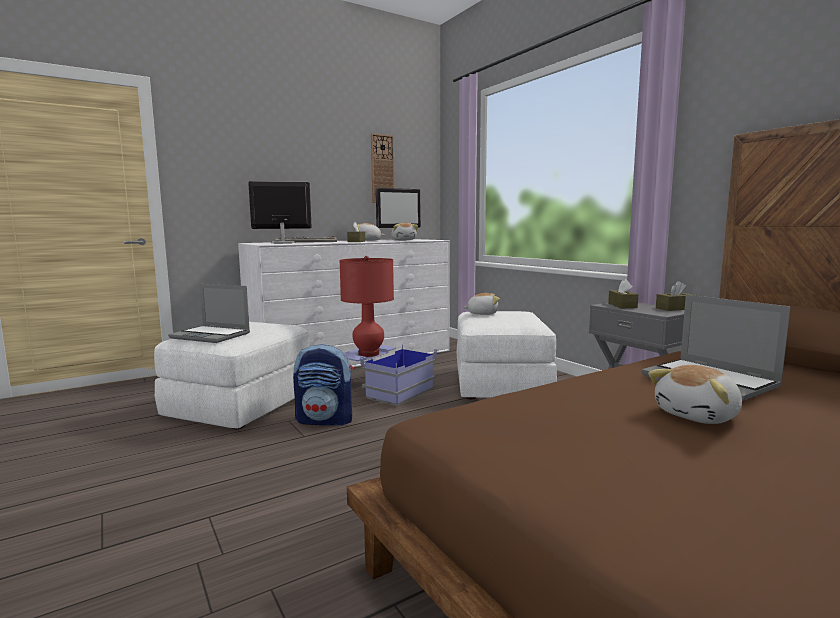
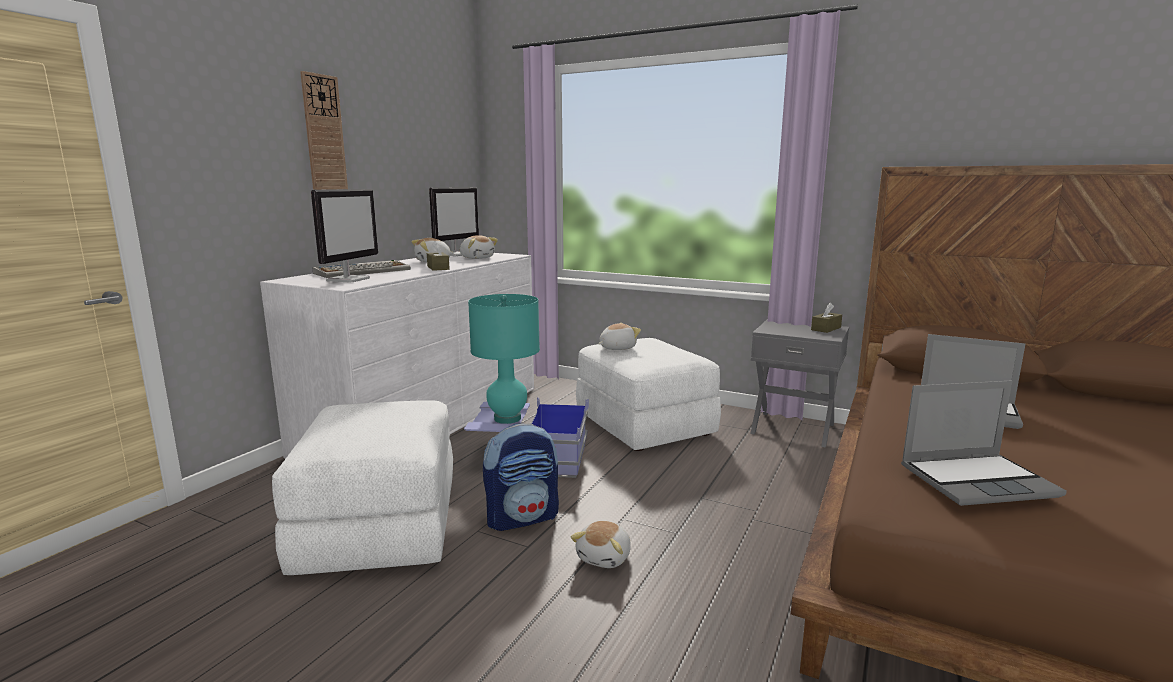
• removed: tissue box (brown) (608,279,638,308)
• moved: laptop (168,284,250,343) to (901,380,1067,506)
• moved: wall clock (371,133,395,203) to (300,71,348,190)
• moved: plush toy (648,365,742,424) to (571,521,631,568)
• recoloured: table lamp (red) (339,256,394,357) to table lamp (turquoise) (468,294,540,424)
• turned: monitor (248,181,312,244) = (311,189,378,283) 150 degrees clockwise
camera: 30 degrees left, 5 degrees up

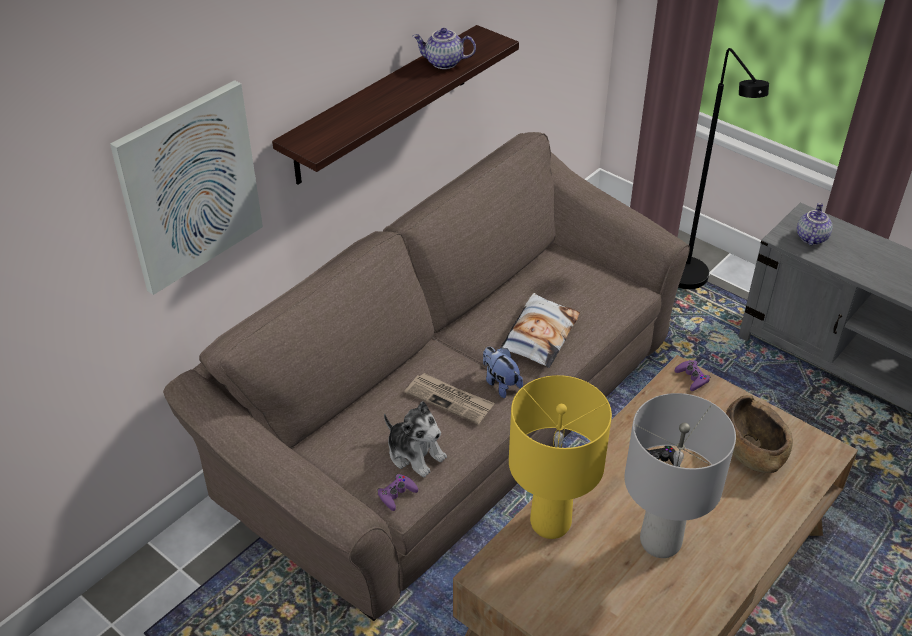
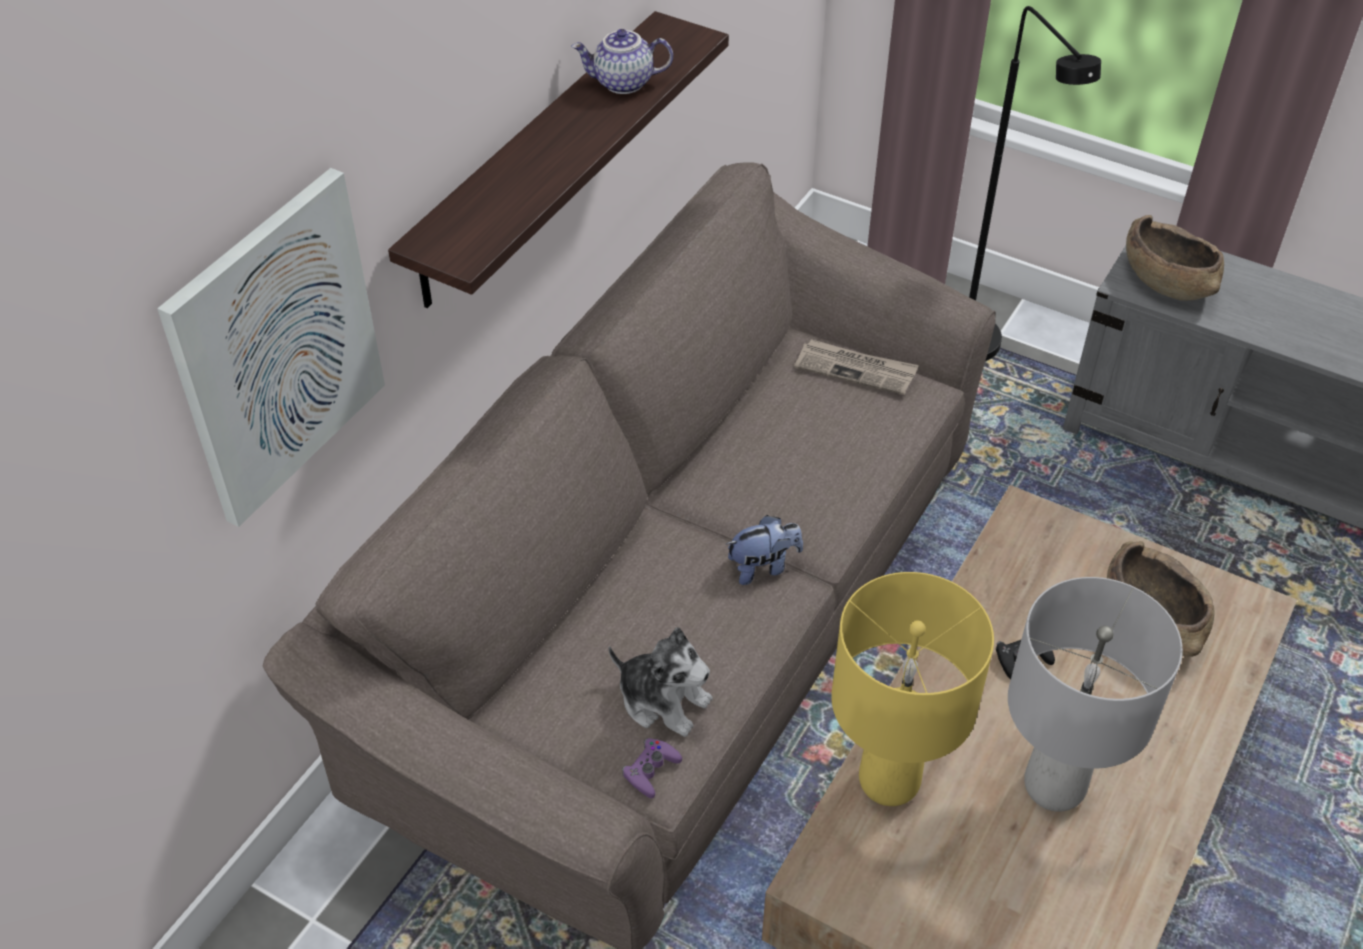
• removed: pillow (500,293,580,368)
• removed: game controller (purple) (675,360,711,391)
• moved: newspaper (404,373,495,424) to (794,339,919,395)
• replaced: teapot (797,203,832,245) to bowl (brown) (1126,215,1224,301)
• turned: plush toy (483,347,523,398) = (726,515,803,585) 120 degrees clockwise
camera: 10 degrees left, 5 degrees up

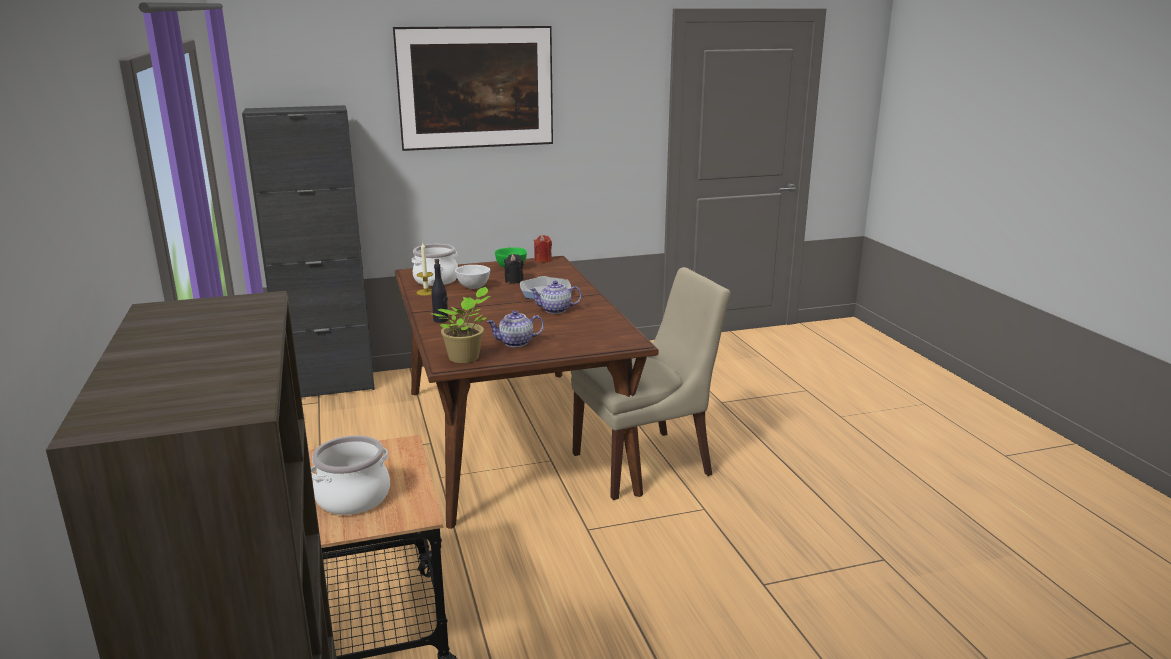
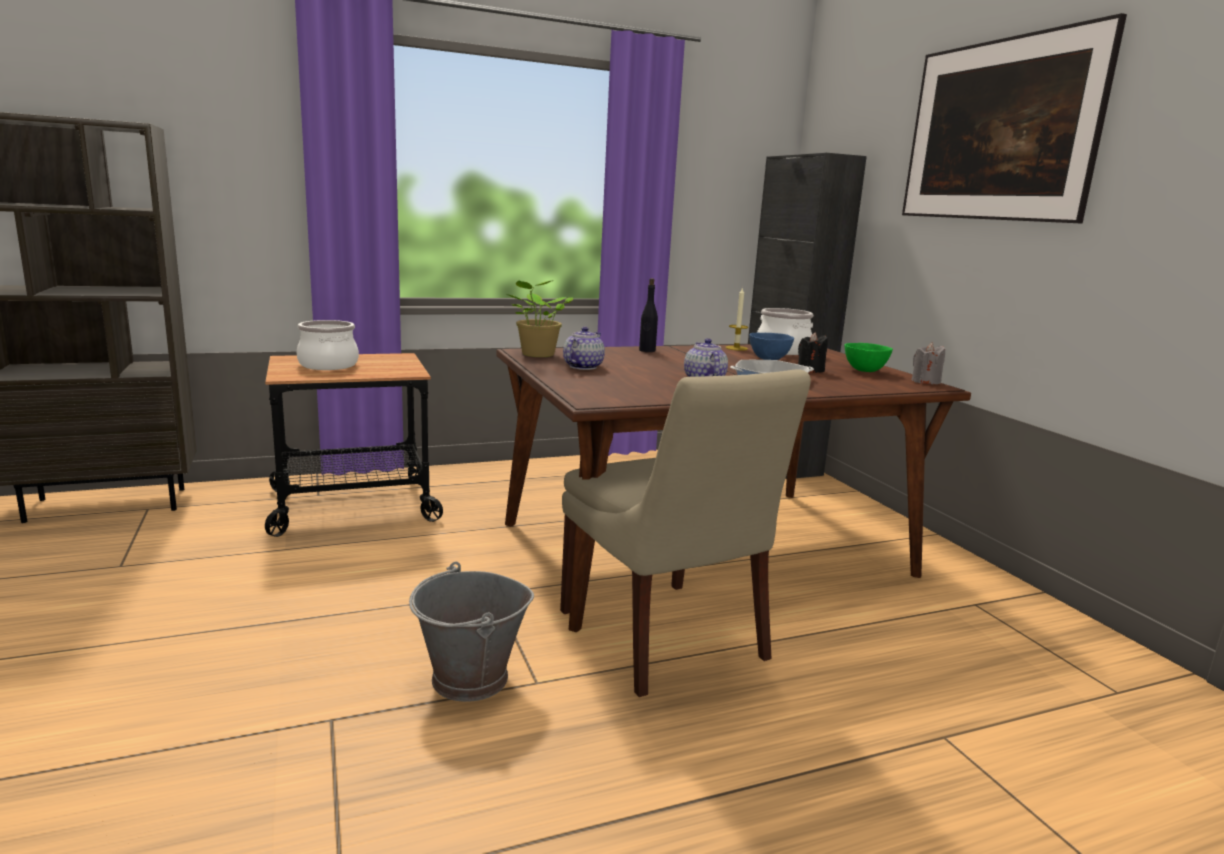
• added: bucket (grey) (409,562,534,702)
• recoloured: bowl (white) (455,265,490,289) to bowl (blue) (749,333,794,360)
• recoloured: candle (red) (534,235,552,262) to candle (grey) (912,343,945,384)
• turned: teapot (487,311,544,347) = (563,327,605,370) 45 degrees clockwise
camera: 85 degrees right, 5 degrees down

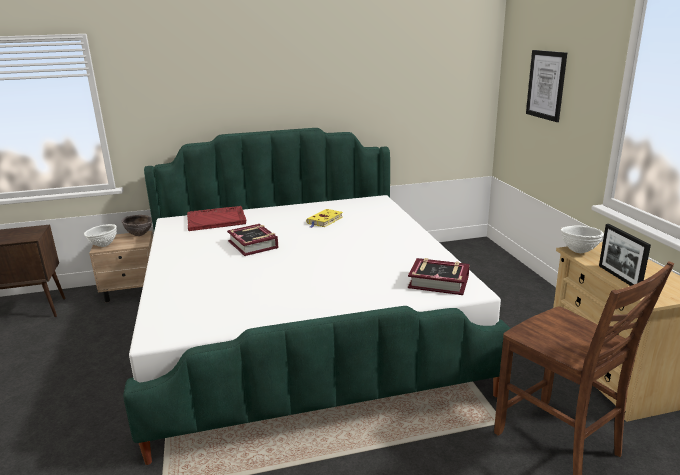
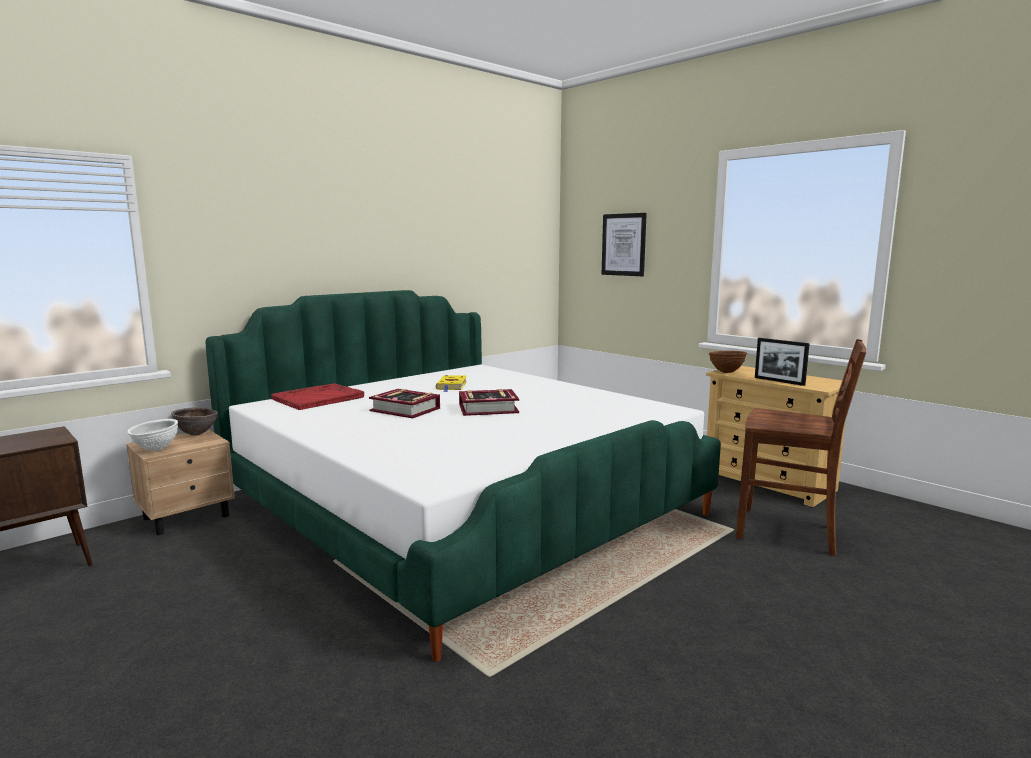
• moved: book (408,258,470,295) to (459,389,519,416)
• recoloured: bowl (white) (560,225,604,253) to bowl (brown) (709,351,747,373)
camera: 30 degrees left, 10 degrees down

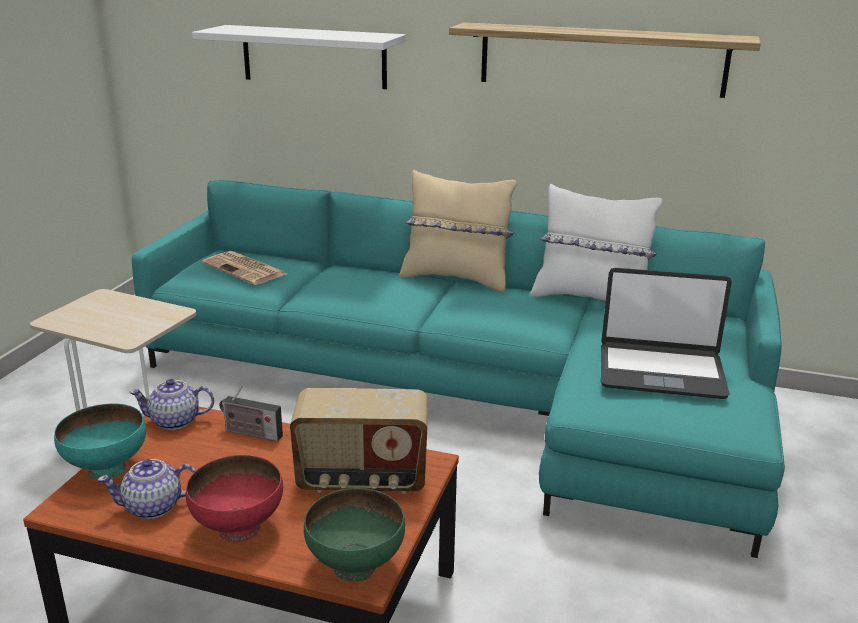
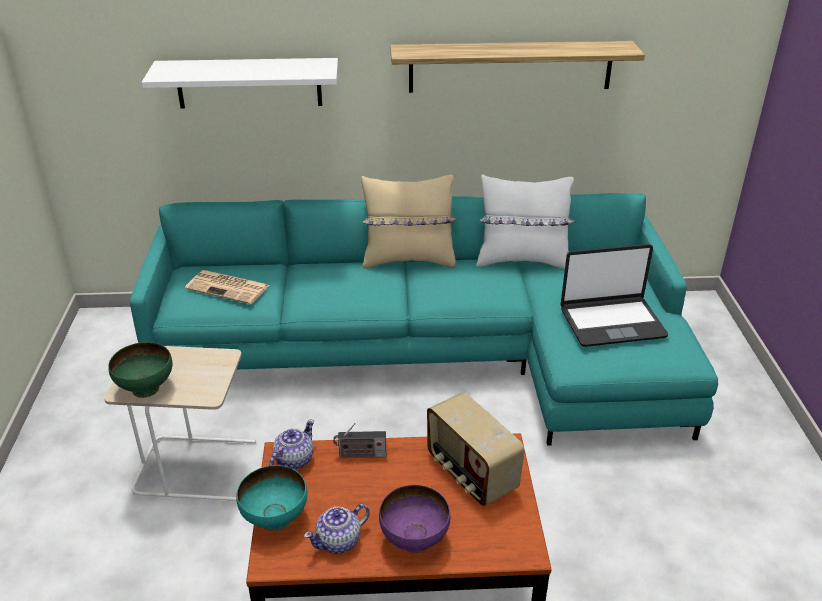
• moved: bowl (green) (304,488,405,582) to (108,342,172,398)
• recoloured: bowl (red) (186,455,283,542) to bowl (purple) (379,485,450,553)
• turned: teapot (129,379,214,430) = (269,419,314,470) 150 degrees clockwise
• turned: radio (290,388,428,494) = (427,392,525,506) 75 degrees clockwise
camera: 20 degrees left, 10 degrees up

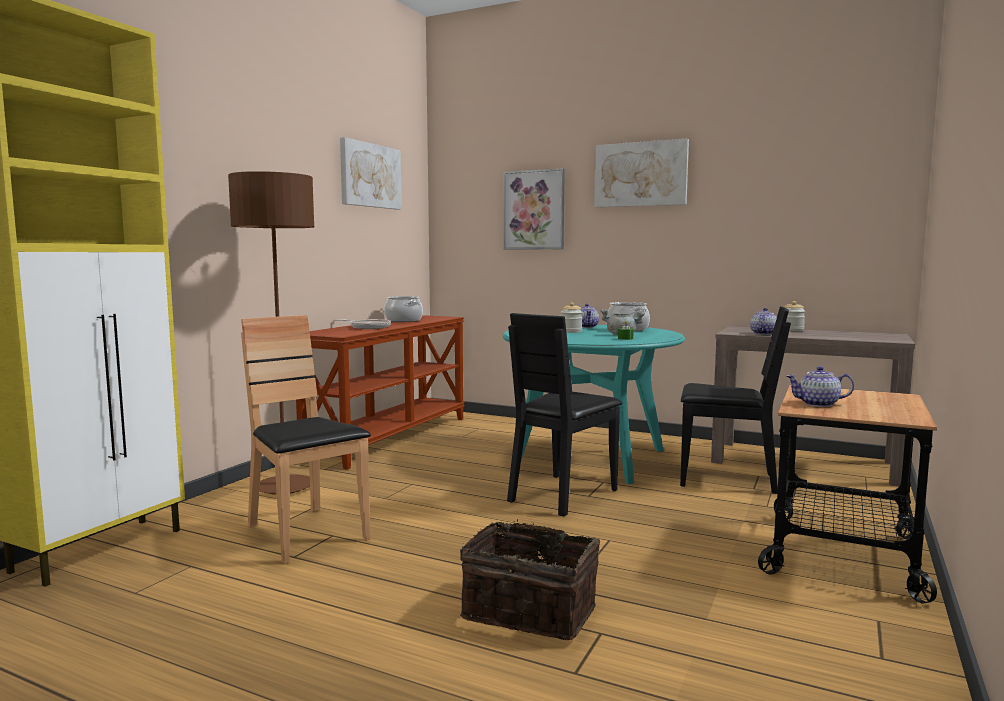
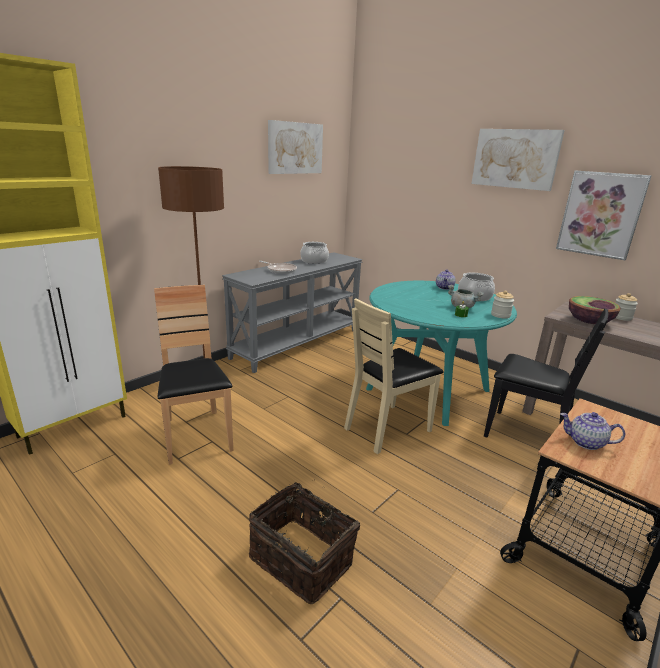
• moved: picture (503,168,565,249) to (556,171,652,260)
• moved: jar (561,302,583,333) to (491,291,514,318)
• replaced: teapot (750,308,777,335) to bowl (569,296,621,324)
• recoloured: console table (brown) (296,315,465,470) to console table (grey) (222,252,363,373)
• recoloured: chair (black) (507,313,623,516) to chair (beige) (344,298,444,454)
camera: 15 degrees right, 15 degrees up

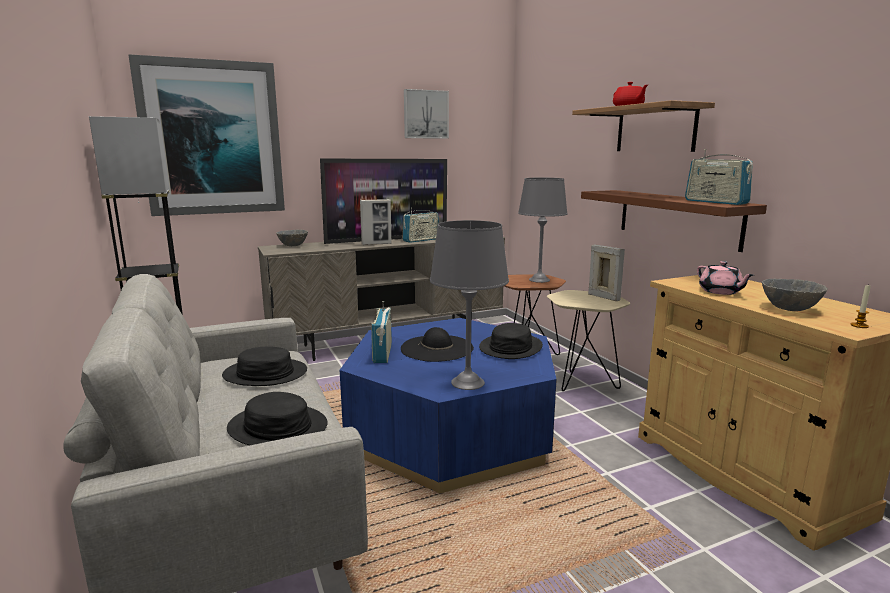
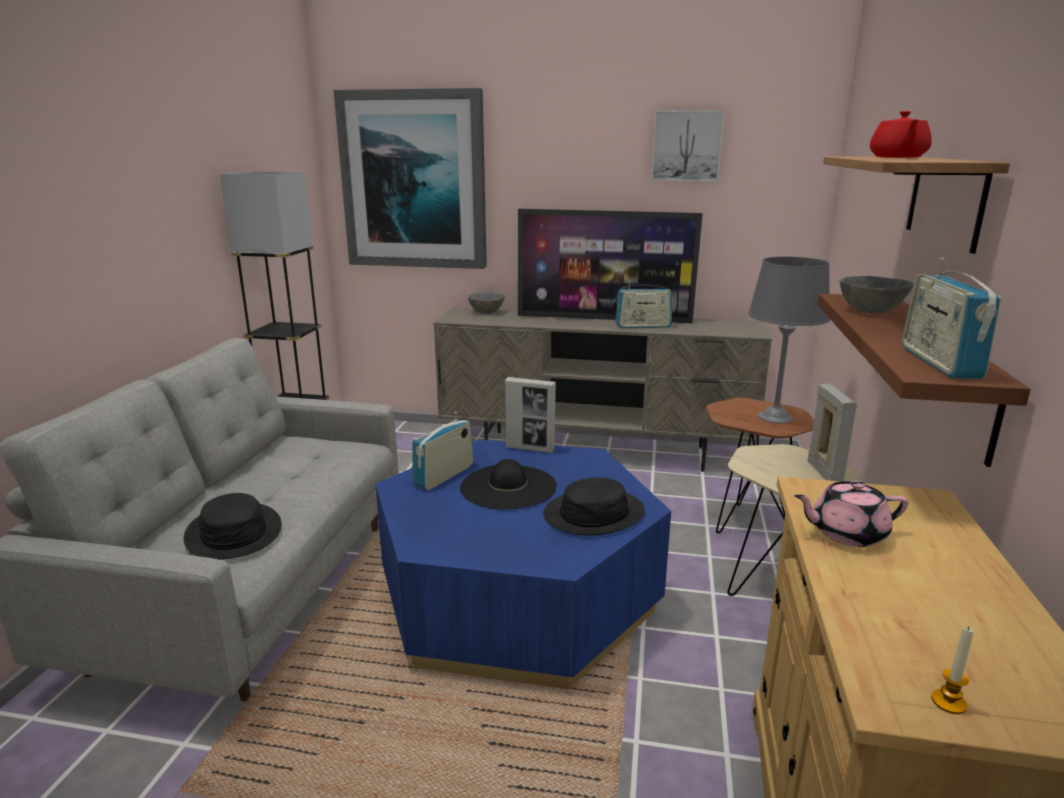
• removed: hat (black) (222,347,307,386)
• removed: table lamp (grey) (430,220,509,390)
• moved: picture frame (360,199,391,245) to (505,377,556,453)
• moved: bowl (grey) (762,279,828,311) to (840,276,914,313)
• turned: teapot (pink) (697,261,753,295) = (794,481,908,547) 75 degrees clockwise
camera: 35 degrees right, 5 degrees up

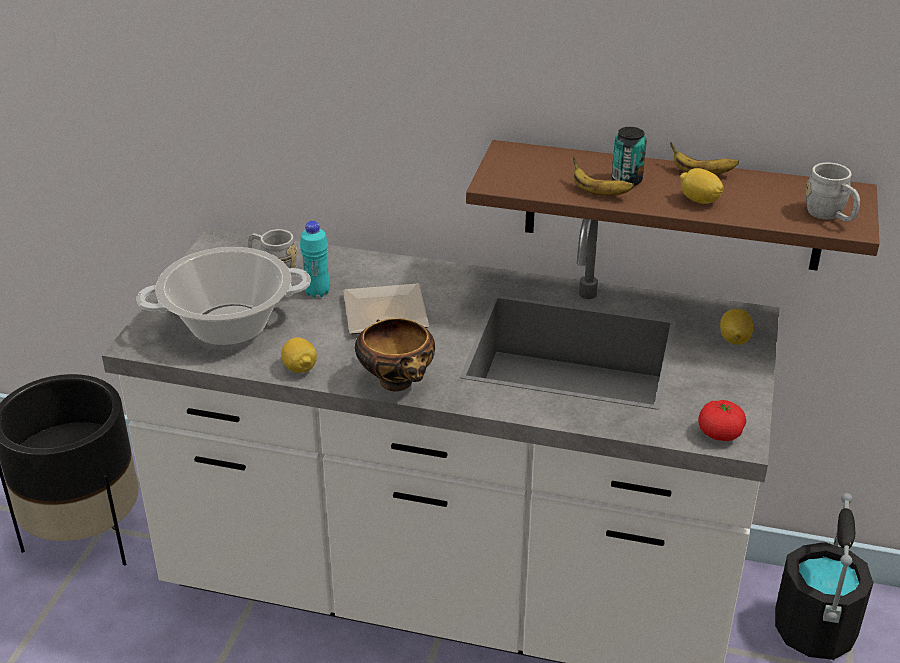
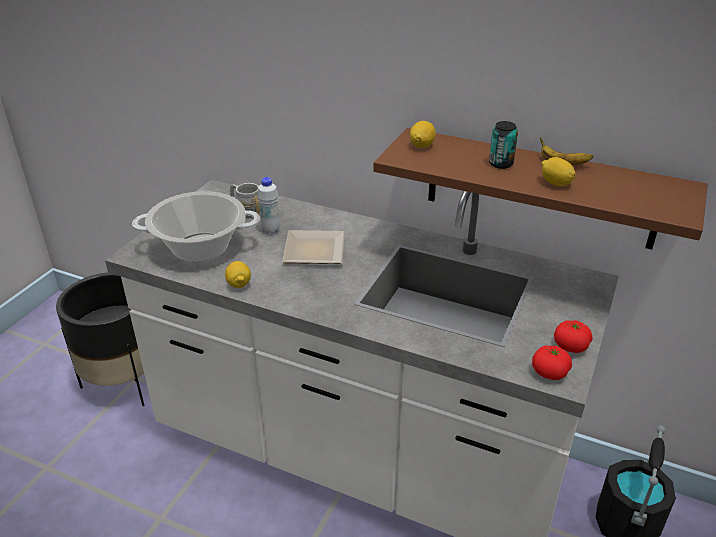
• removed: bowl (355,318,435,392)
• removed: banana (573,157,635,196)
• removed: mug (grey) (806,162,860,222)
• added: tomato (554,320,592,353)
• moved: lemon (720,309,753,345) to (410,121,436,148)
• recoloured: bottle (turquoise) (300,221,330,298) to bottle (white) (258,177,280,234)
camera: 10 degrees right, 0 degrees up

